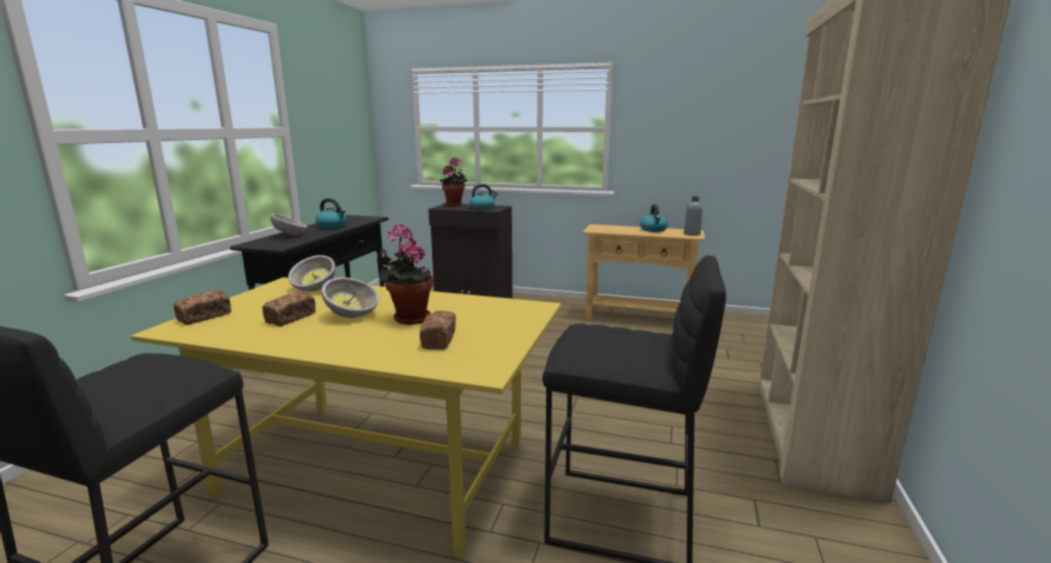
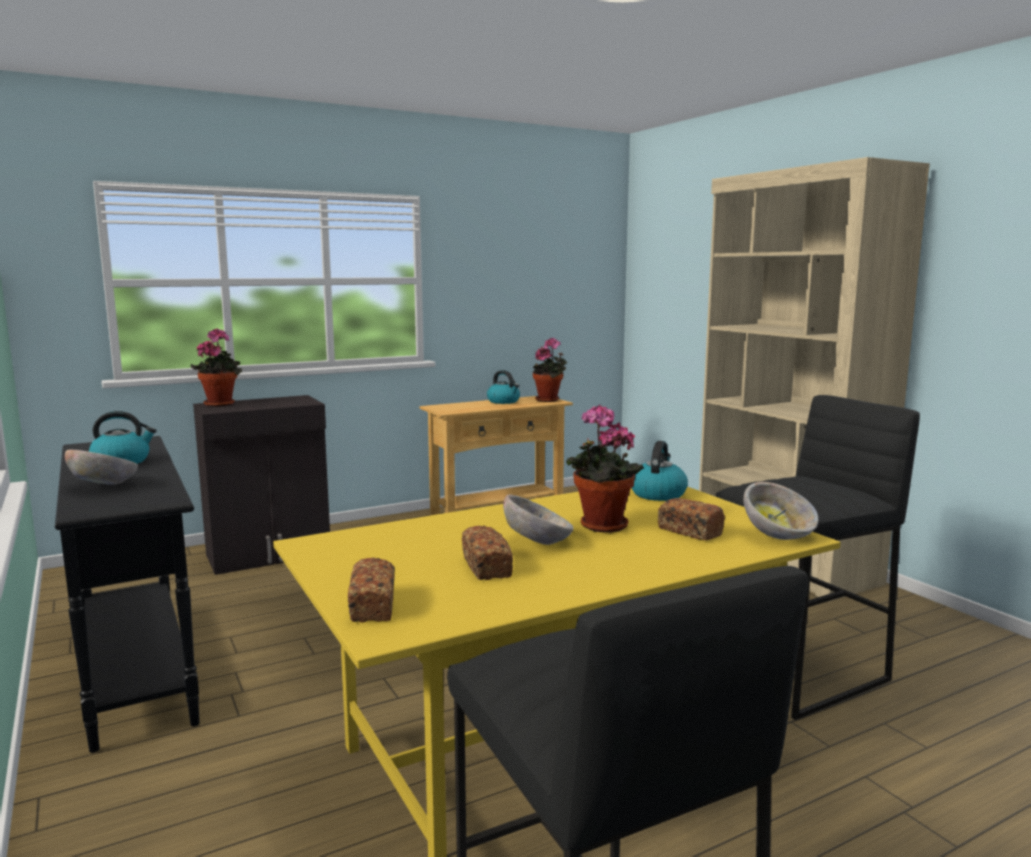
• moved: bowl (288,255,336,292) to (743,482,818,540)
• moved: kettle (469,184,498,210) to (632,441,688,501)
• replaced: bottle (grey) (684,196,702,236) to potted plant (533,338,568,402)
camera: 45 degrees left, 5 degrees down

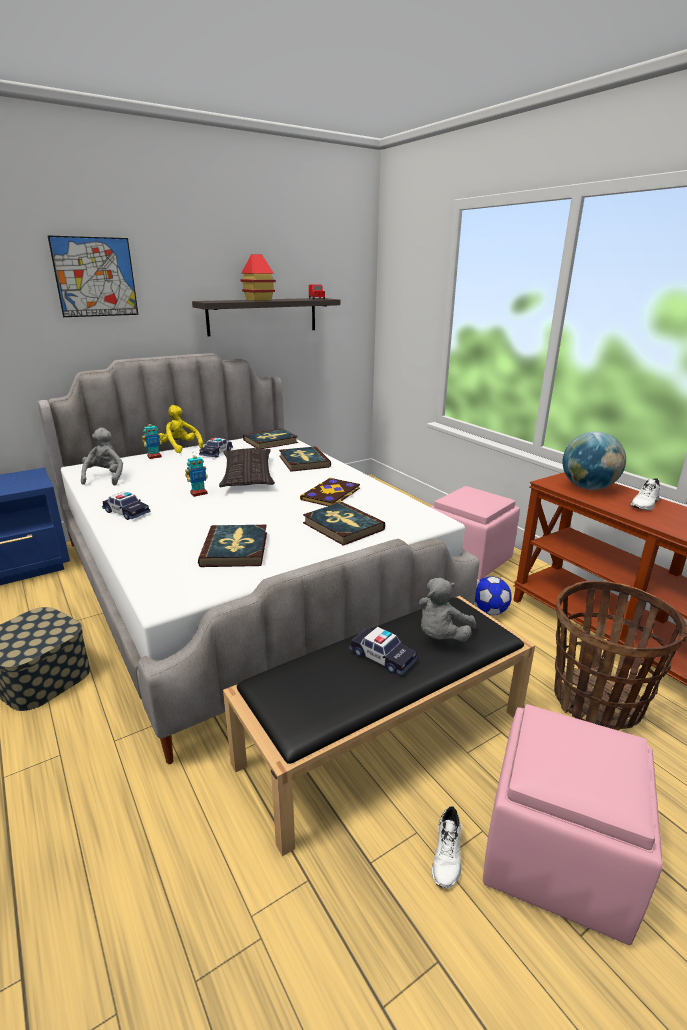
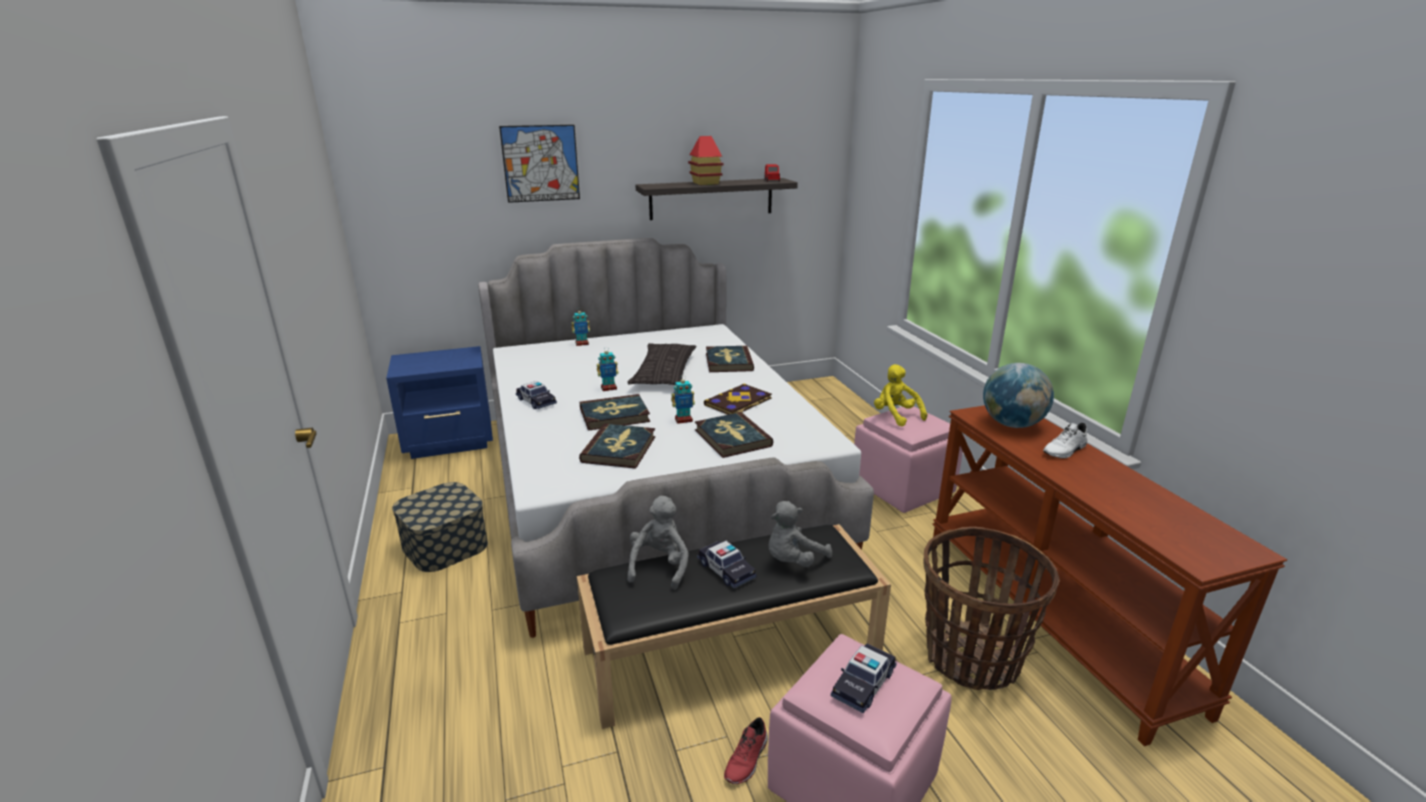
• removed: football (474,576,512,615)
• added: toy robot (671,375,695,424)
• moved: plush toy (grey) (81,428,123,485) to (627,496,689,589)
• moved: plush toy (yellow) (160,405,204,453) to (874,364,927,426)
• moved: toy car (199,438,233,458) to (831,644,897,713)
• moved: book (243,429,298,449) to (580,394,650,431)
• recoloured: shoe (white) (432,806,461,888) to shoe (red) (724,717,768,784)
camera: 15 degrees right, 0 degrees up

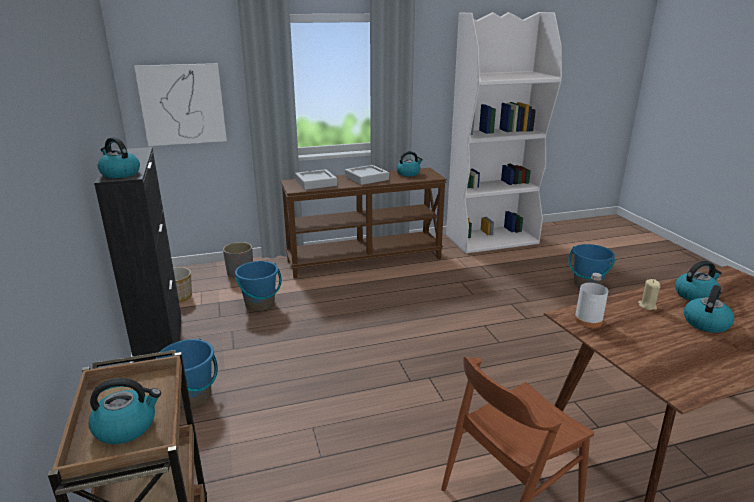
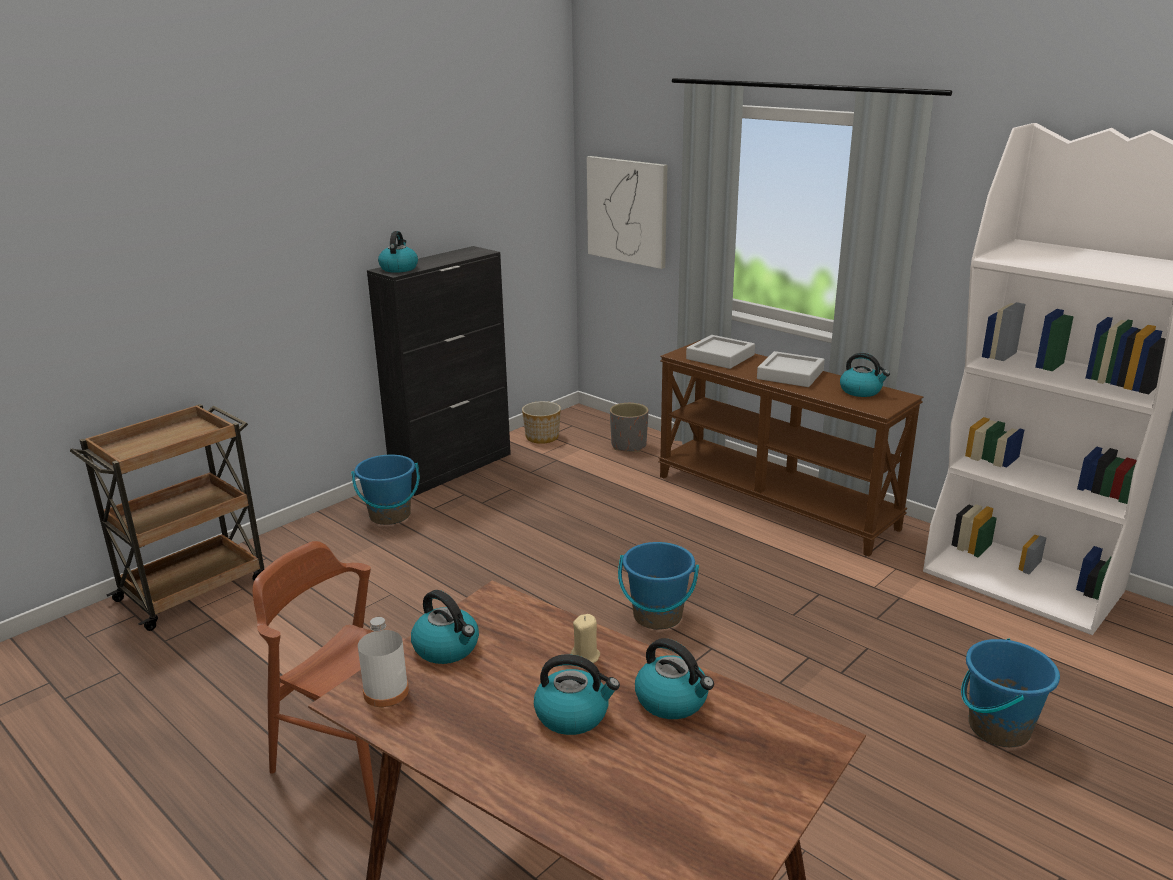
• moved: kettle (88,378,161,444) to (411,590,479,664)
• moved: bucket (blue) (235,261,282,311) to (618,542,699,630)
• moved: bottle (white) (574,273,608,328) to (358,617,409,707)
camera: 60 degrees right, 0 degrees up

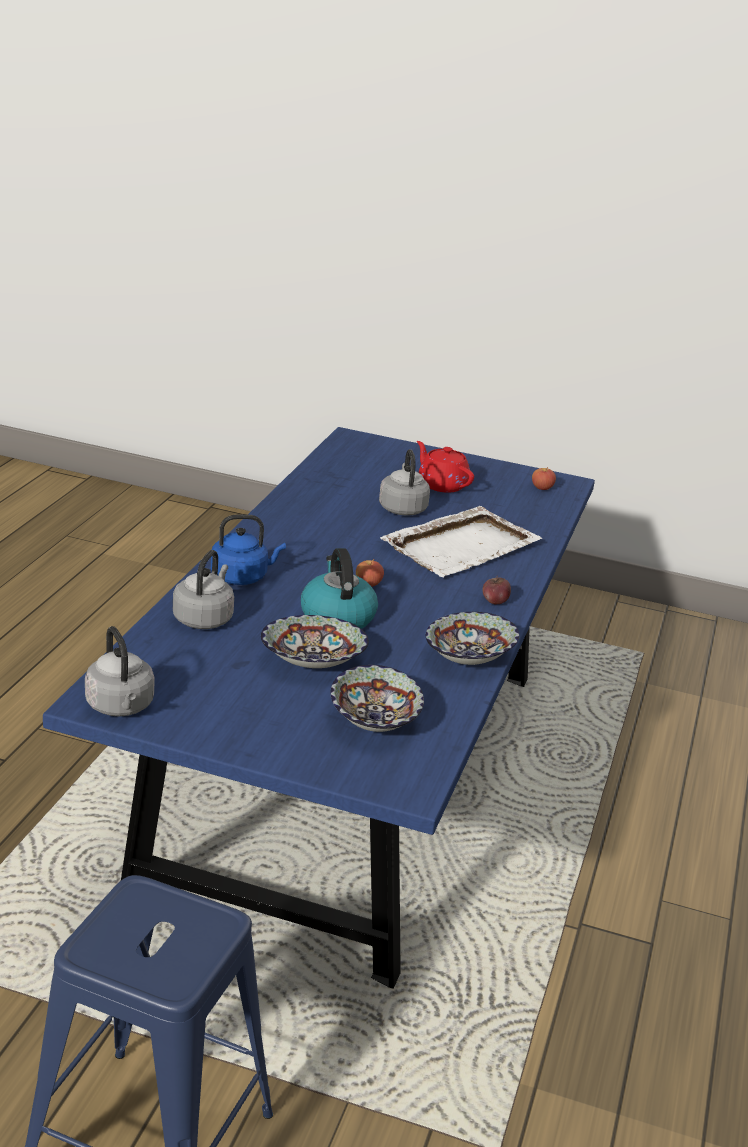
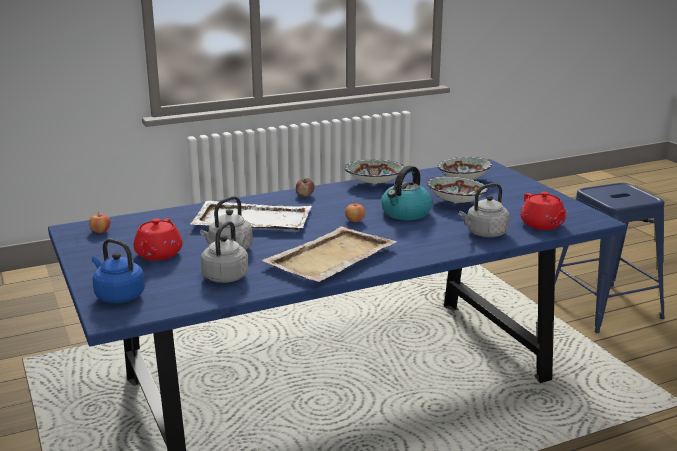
• added: tray (beige) (261,227,397,282)
• added: teapot (red) (520,191,568,230)
• moved: kettle (grey) (85,626,155,717) to (201,221,249,283)
• moved: kettle (blue) (211,514,286,585) to (92,239,145,303)
camera: 130 degrees left, 5 degrees down

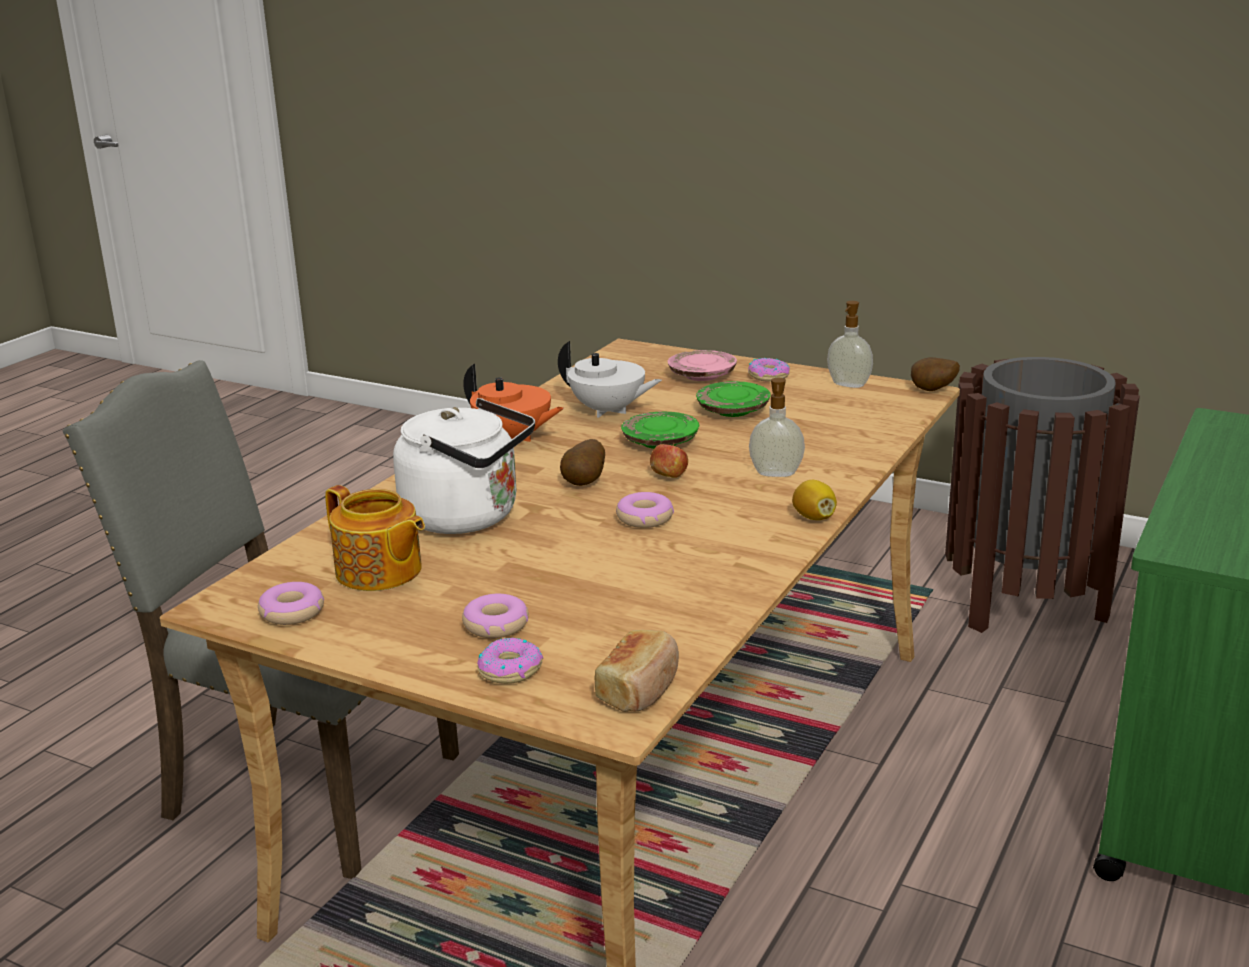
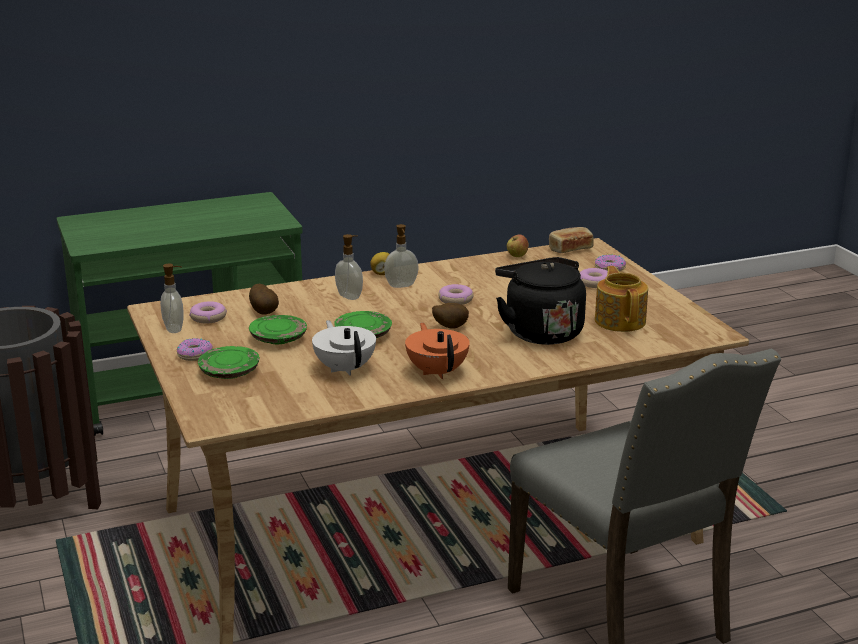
• added: soap dispenser (384,224,419,288)
• moved: donut (258,582,324,625) to (190,301,227,324)
• moved: apple (650,443,688,478) to (507,235,529,257)
• moved: potato (911,357,960,391) to (249,284,279,314)
• recoloured: kettle (white) (393,398,535,534) to kettle (black) (495,257,586,345)
• recoloured: plate (pink) (668,350,737,381) to plate (green) (198,346,260,379)
camera: 140 degrees left, 0 degrees up

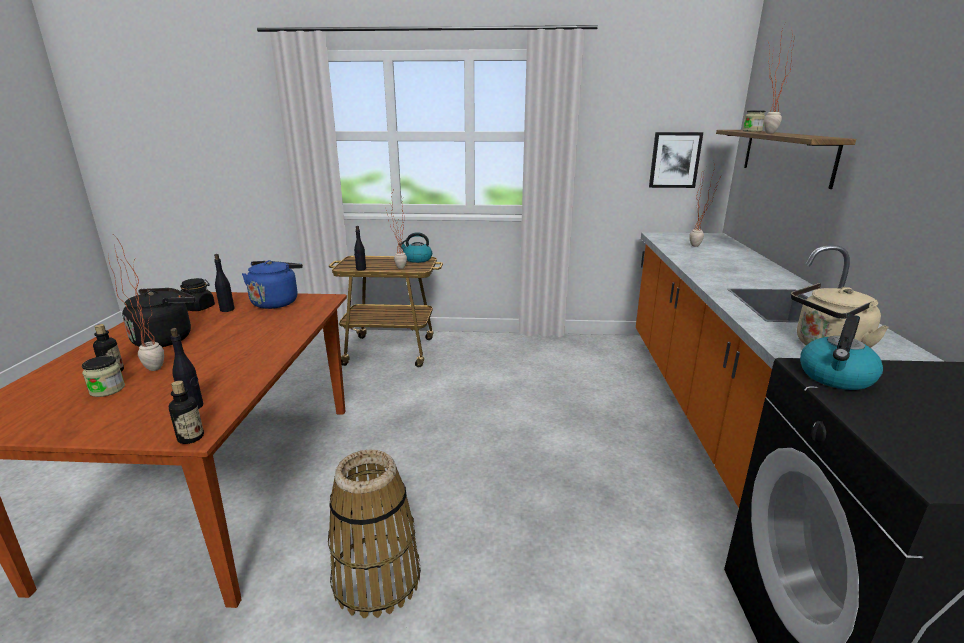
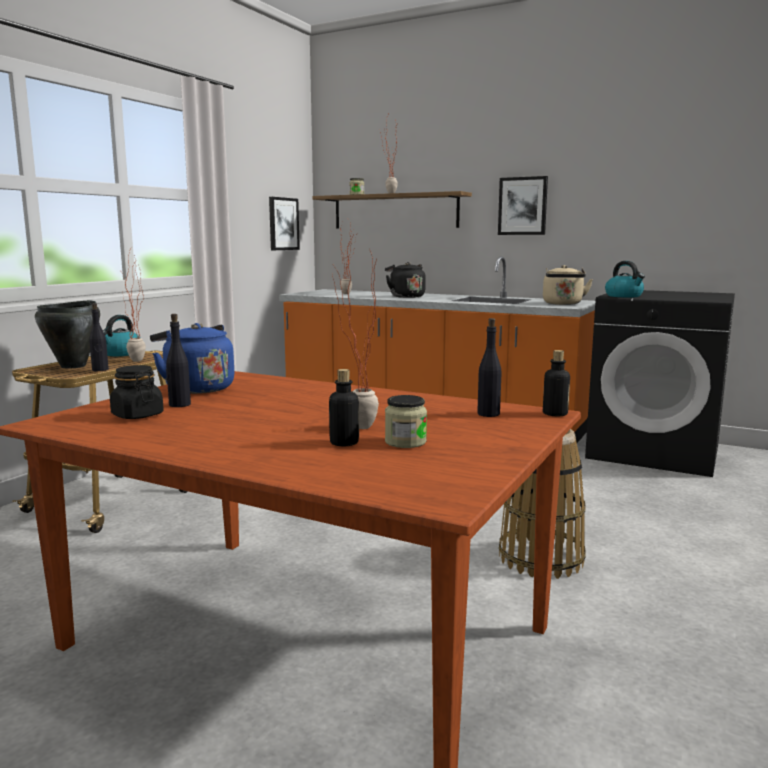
• added: cooking pot (black) (35,300,100,369)
• added: picture (498,176,548,235)
• moved: kettle (black) (122,288,196,347) to (385,262,426,298)
camera: 65 degrees left, 10 degrees down

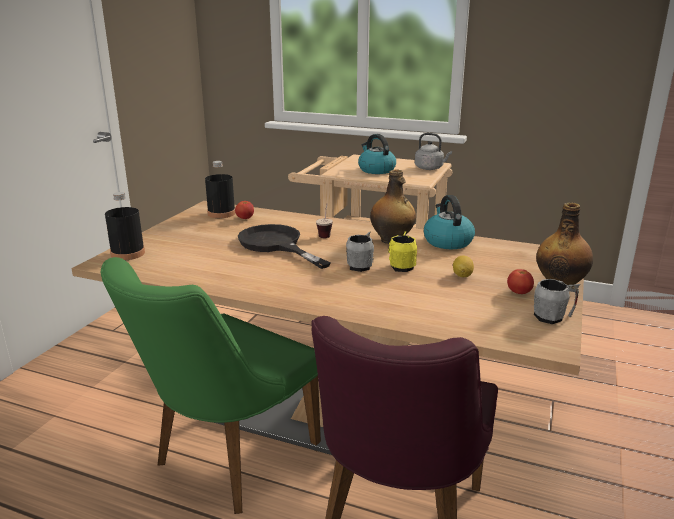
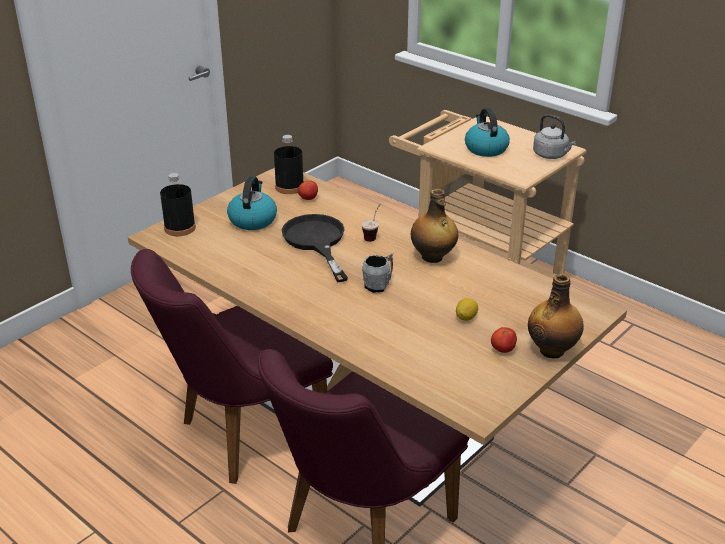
• removed: mug (yellow) (388,232,417,272)
• removed: mug (grey) (534,279,580,324)
• moved: kettle (424,195,475,249) to (227,176,277,230)
• recoloured: chair (green) (101,257,321,514) to chair (purple) (131,249,333,484)
camera: 20 degrees right, 10 degrees up

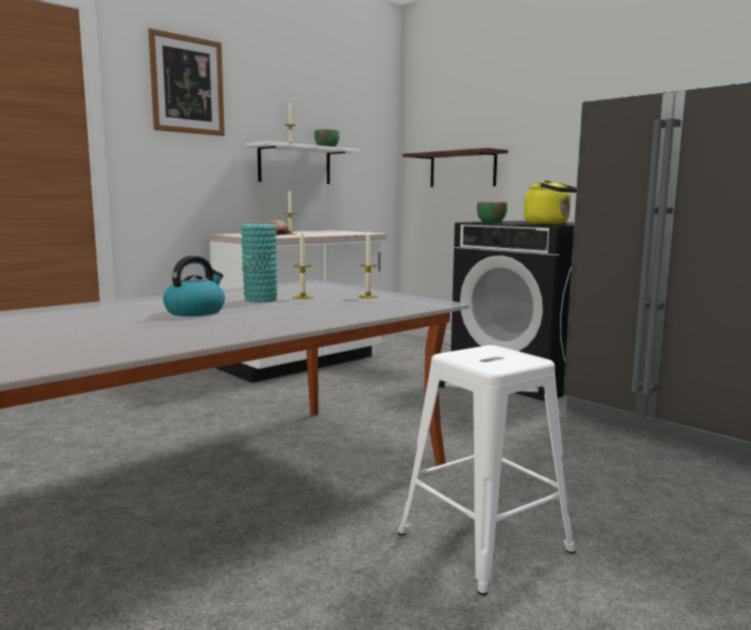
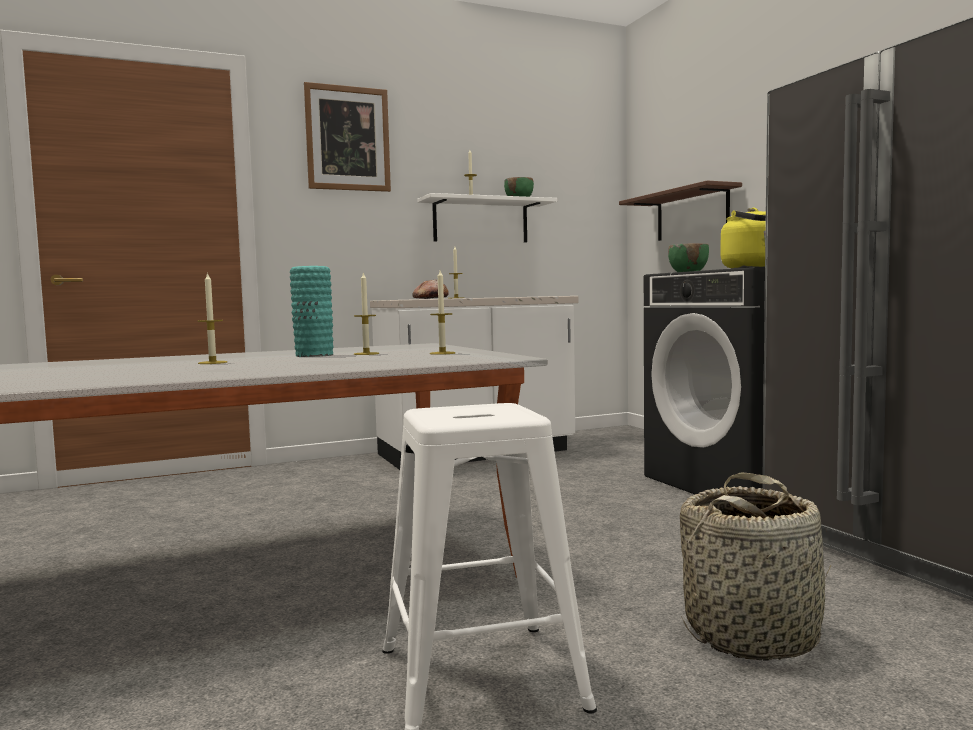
• added: basket (680,472,831,661)
• replaced: kettle (163,256,225,316) to candle (198,272,227,364)
camera: 20 degrees right, 5 degrees down

